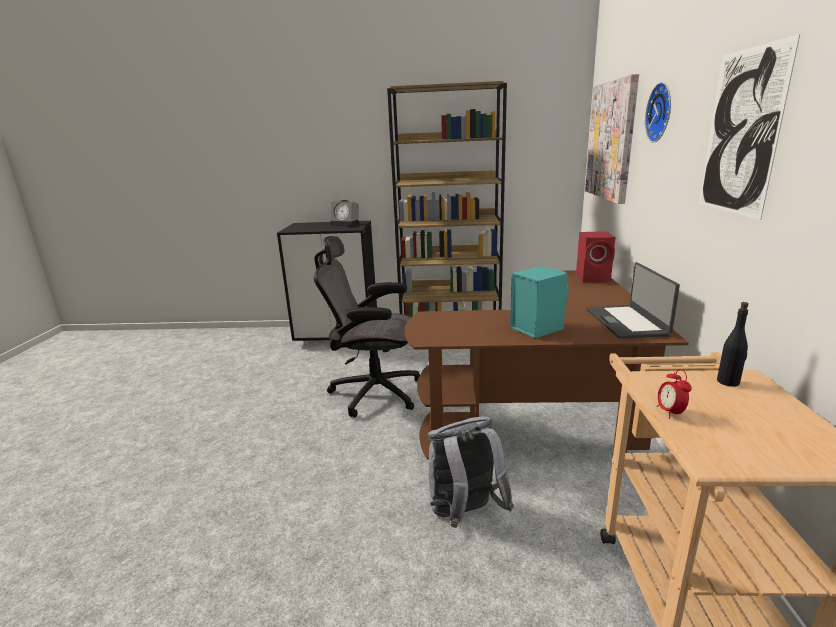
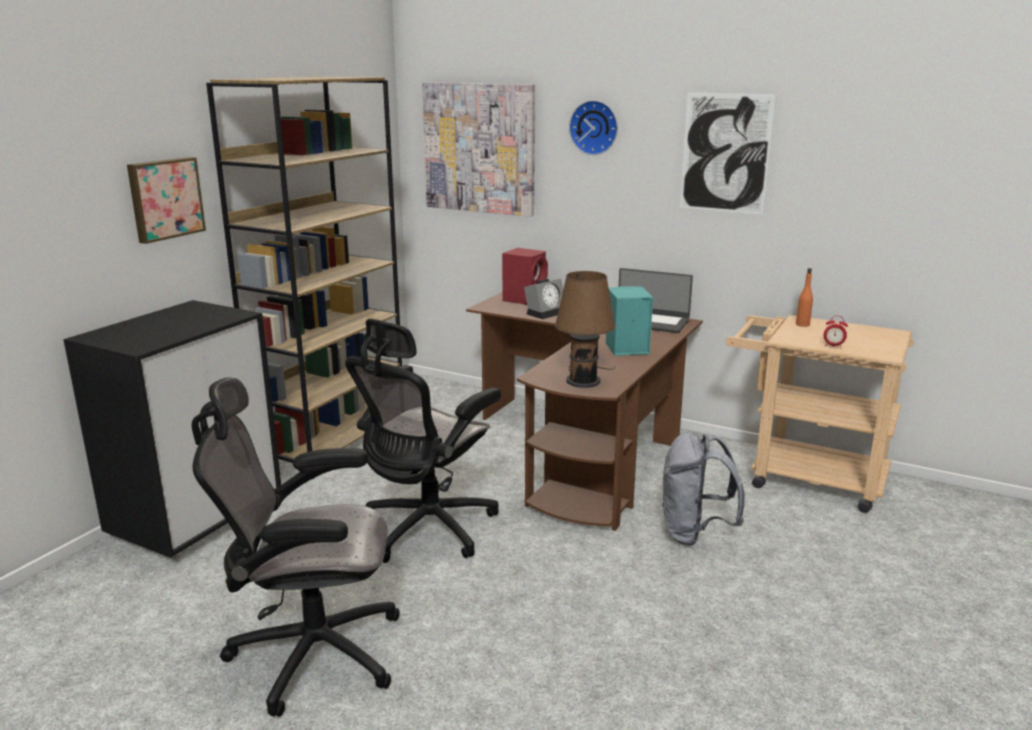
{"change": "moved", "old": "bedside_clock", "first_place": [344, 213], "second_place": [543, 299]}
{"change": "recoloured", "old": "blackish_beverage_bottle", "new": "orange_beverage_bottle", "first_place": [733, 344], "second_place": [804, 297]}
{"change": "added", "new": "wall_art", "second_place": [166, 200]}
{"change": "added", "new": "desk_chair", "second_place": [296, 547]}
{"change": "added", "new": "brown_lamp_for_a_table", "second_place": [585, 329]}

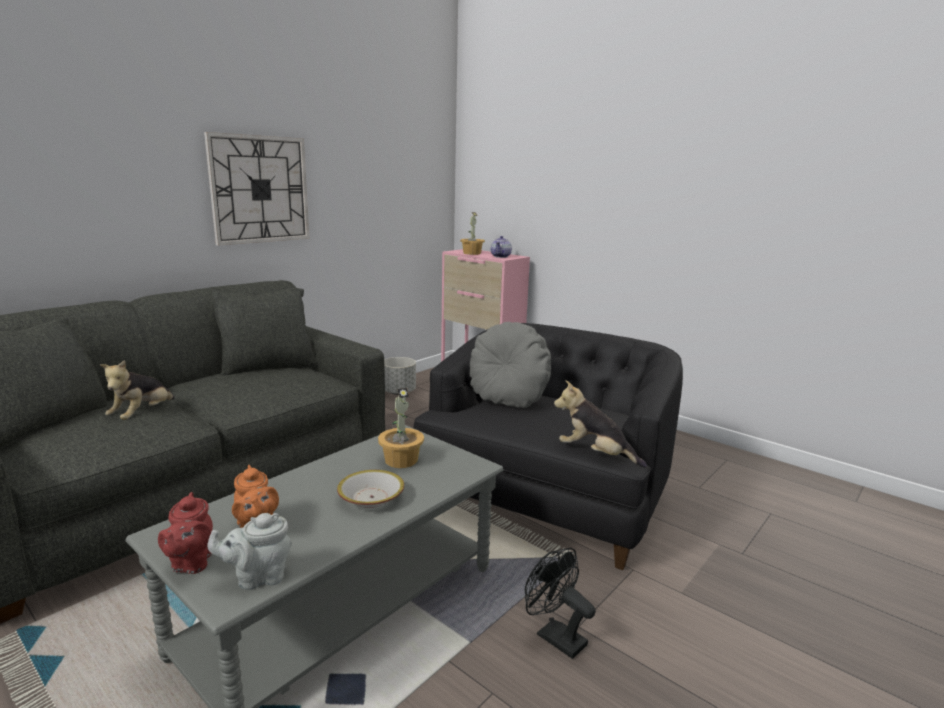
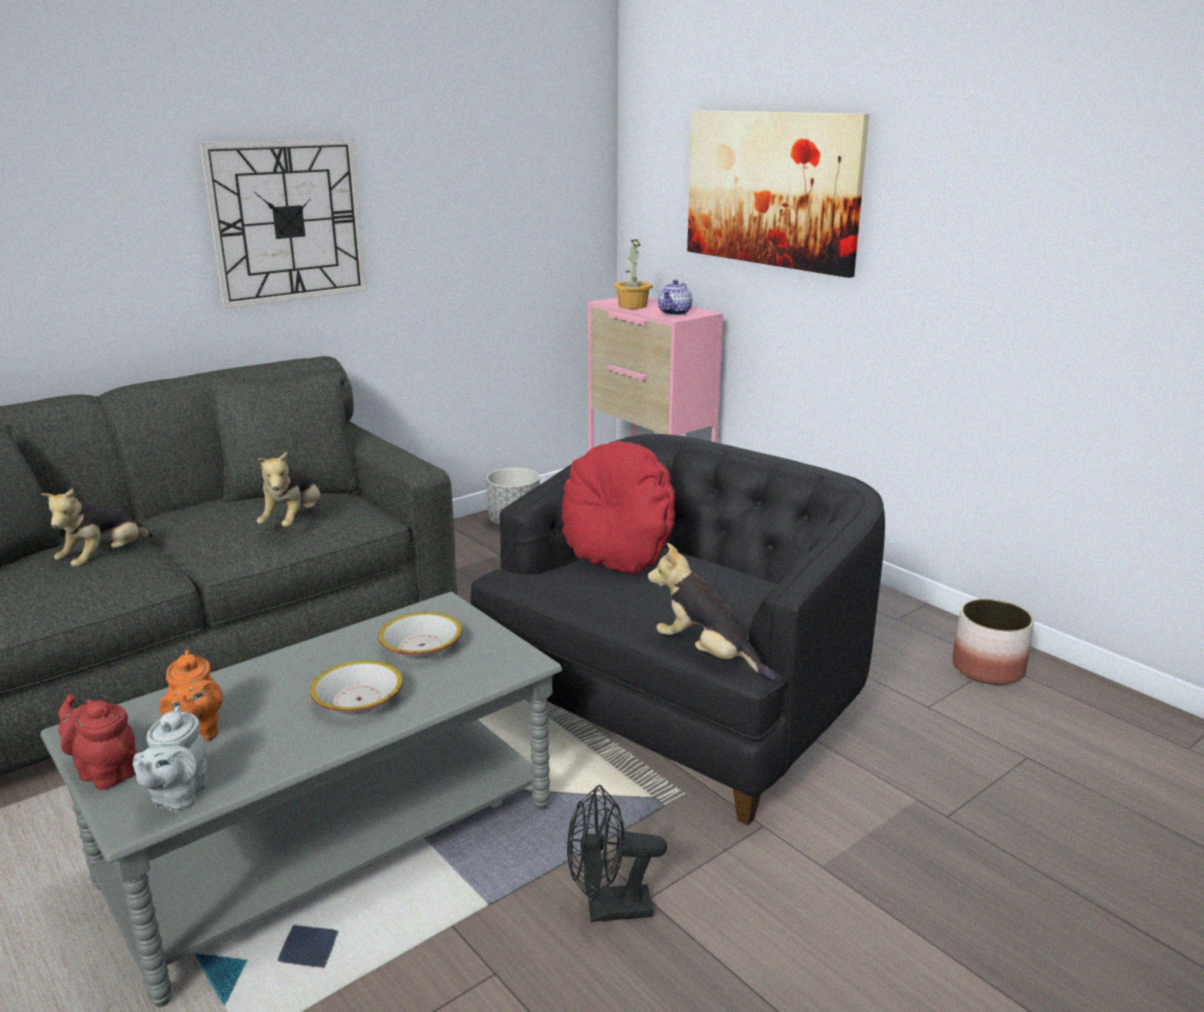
{"change": "turned", "old": "reddish_tea_pot", "first_place": [185, 533], "second_place": [97, 742], "degrees": 120}
{"change": "turned", "old": "gray_tea_pot", "first_place": [249, 551], "second_place": [170, 759], "degrees": -75}
{"change": "replaced", "old": "potted_plant", "new": "bowl", "first_place": [401, 428], "second_place": [420, 635]}
{"change": "recoloured", "old": "gray_throw_pillow", "new": "reddish_throw_pillow", "first_place": [510, 365], "second_place": [618, 507]}
{"change": "turned", "old": "blackish_electric_fan", "first_place": [560, 603], "second_place": [617, 853], "degrees": -60}
{"change": "added", "new": "plush_toy", "second_place": [288, 489]}
{"change": "added", "new": "wall_art", "second_place": [778, 194]}
{"change": "added", "new": "planter", "second_place": [993, 642]}

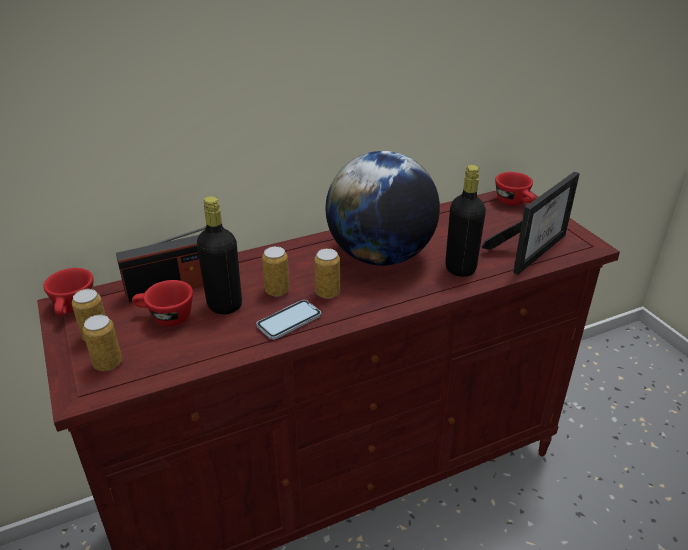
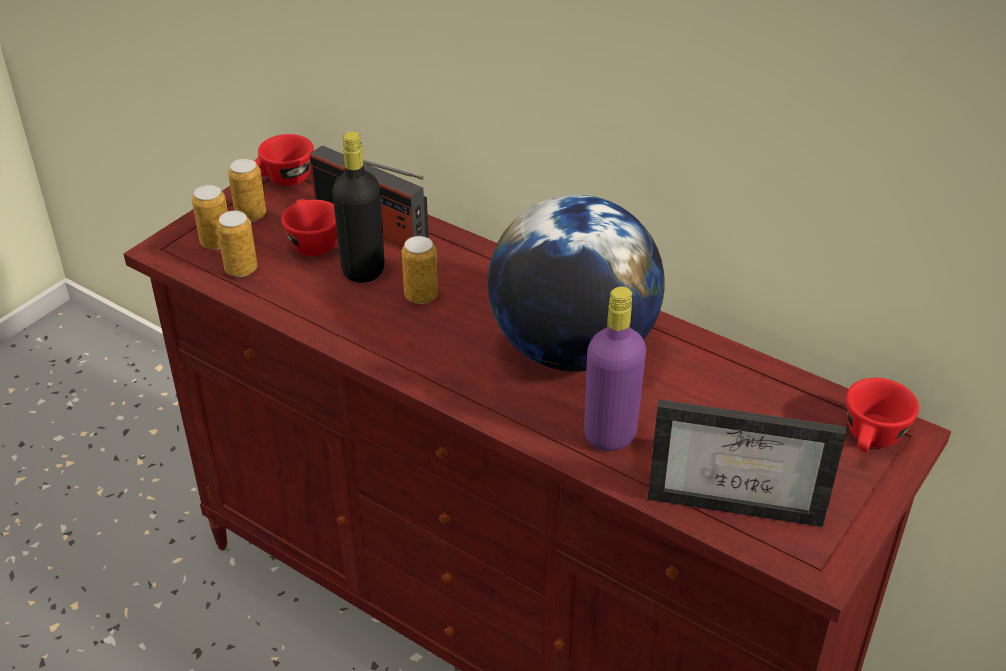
{"change": "removed", "old": "phone", "first_place": [288, 320]}
{"change": "moved", "old": "sealed_can", "first_place": [327, 273], "second_place": [237, 244]}
{"change": "recoloured", "old": "blackish_beverage_bottle", "new": "purple-coloured_beverage_bottle", "first_place": [465, 221], "second_place": [615, 369]}

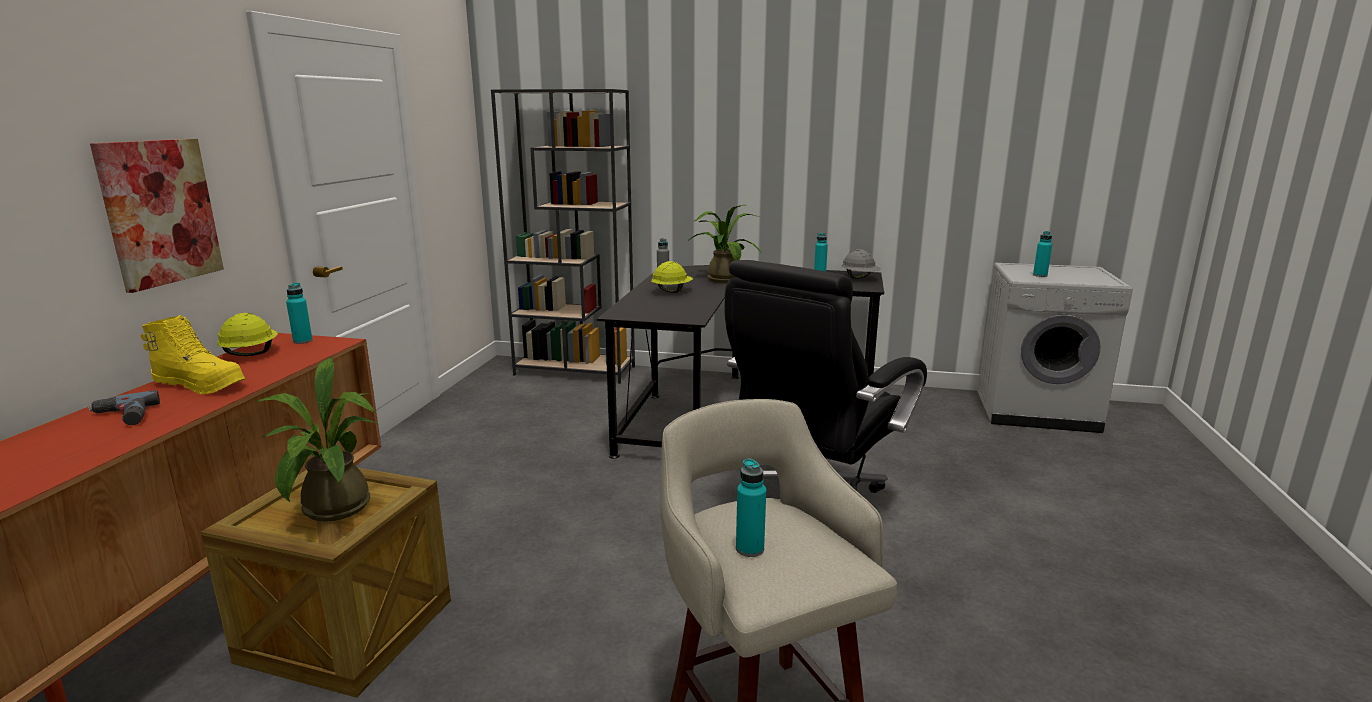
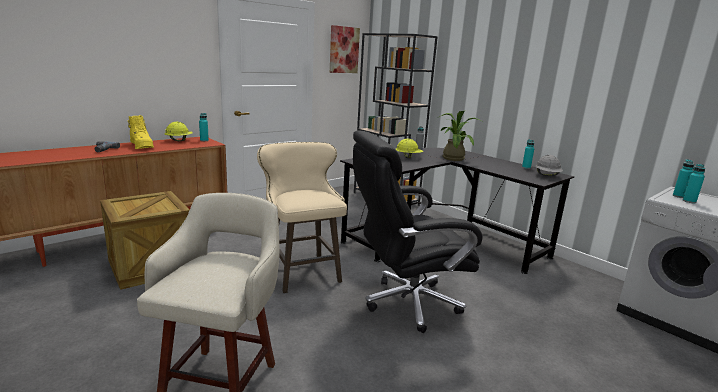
{"change": "moved", "old": "wall_art", "first_place": [157, 216], "second_place": [345, 49]}
{"change": "removed", "old": "potted_plant", "first_place": [317, 439]}
{"change": "moved", "old": "blue-green_beverage_bottle", "first_place": [751, 508], "second_place": [683, 178]}
{"change": "added", "new": "beige-coloured_stool", "second_place": [302, 217]}

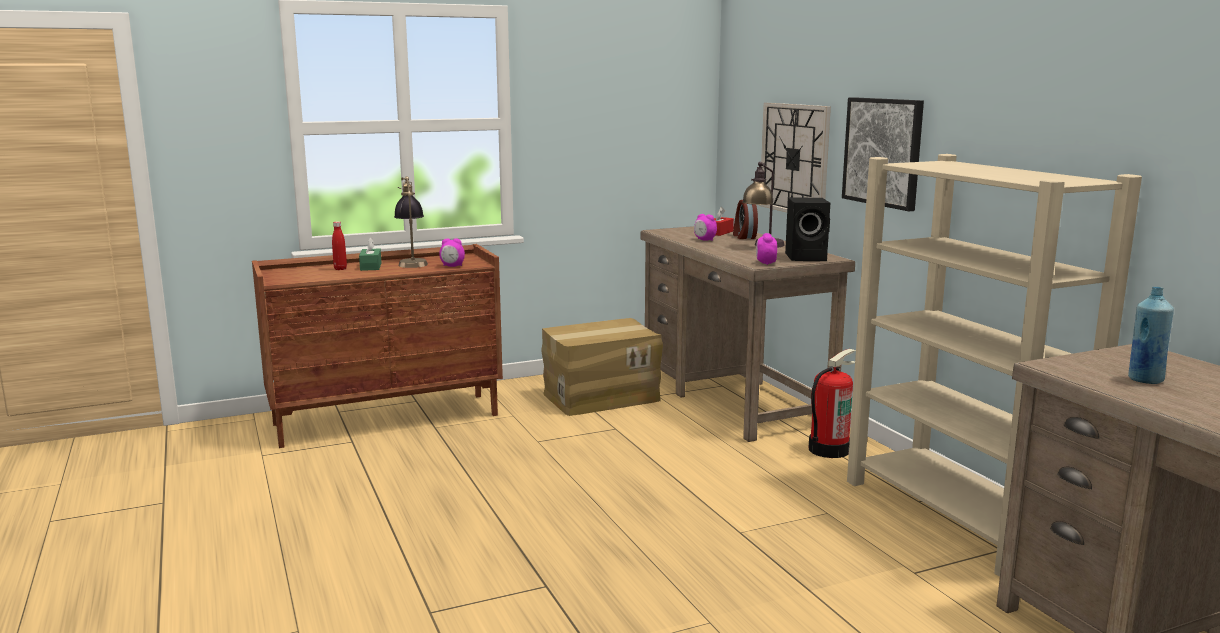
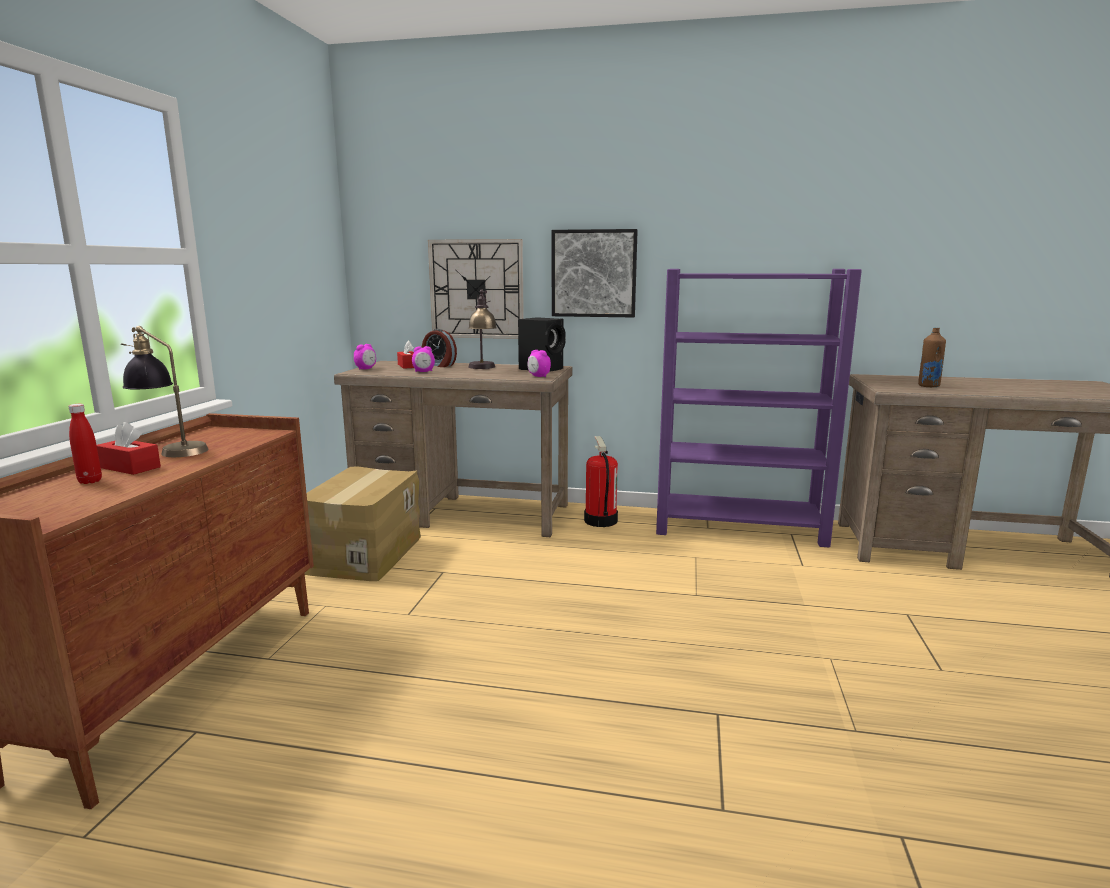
{"change": "recoloured", "old": "green_box_of_tissues", "new": "reddish_box_of_tissues", "first_place": [370, 254], "second_place": [129, 448]}
{"change": "moved", "old": "bedside_clock", "first_place": [452, 252], "second_place": [365, 357]}
{"change": "recoloured", "old": "beige-coloured_shelving_unit", "new": "purple-coloured_shelving_unit", "first_place": [994, 365], "second_place": [759, 408]}
{"change": "recoloured", "old": "blue-coloured_beverage_bottle", "new": "brown_beverage_bottle", "first_place": [1151, 335], "second_place": [932, 357]}

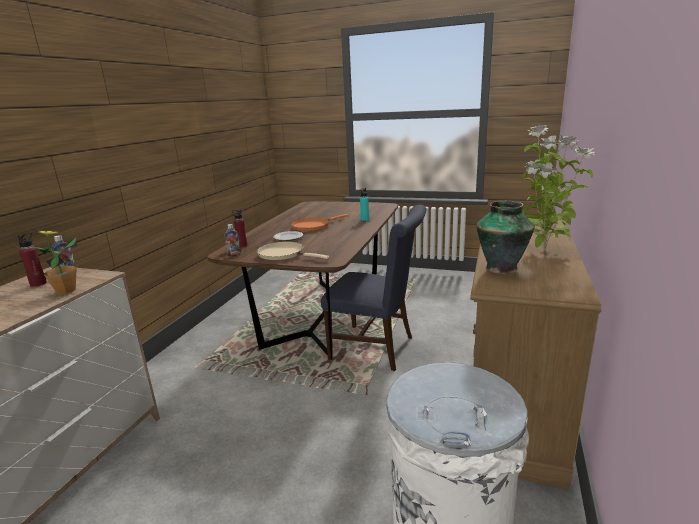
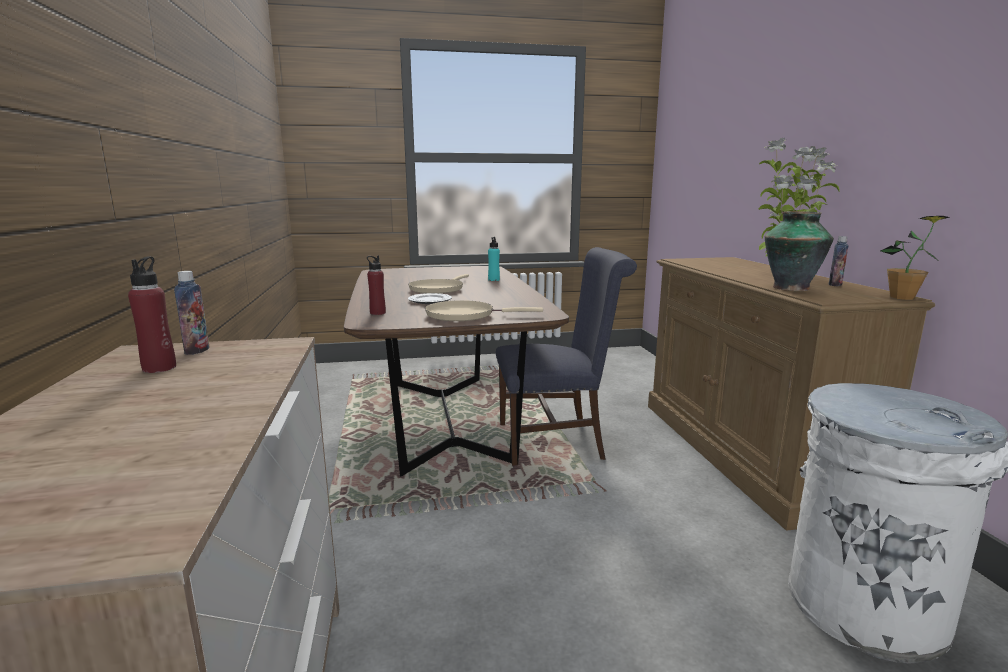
{"change": "moved", "old": "potted_plant", "first_place": [55, 262], "second_place": [915, 258]}
{"change": "moved", "old": "beverage_bottle", "first_place": [232, 240], "second_place": [839, 261]}
{"change": "recoloured", "old": "orange_pan", "new": "beige-coloured_pan", "first_place": [320, 222], "second_place": [438, 283]}

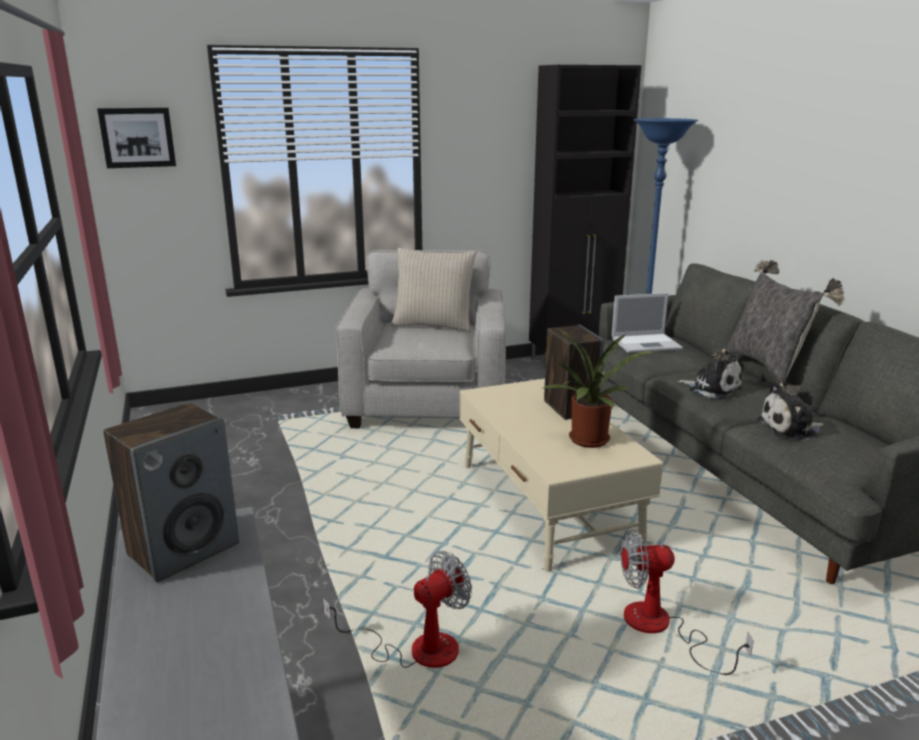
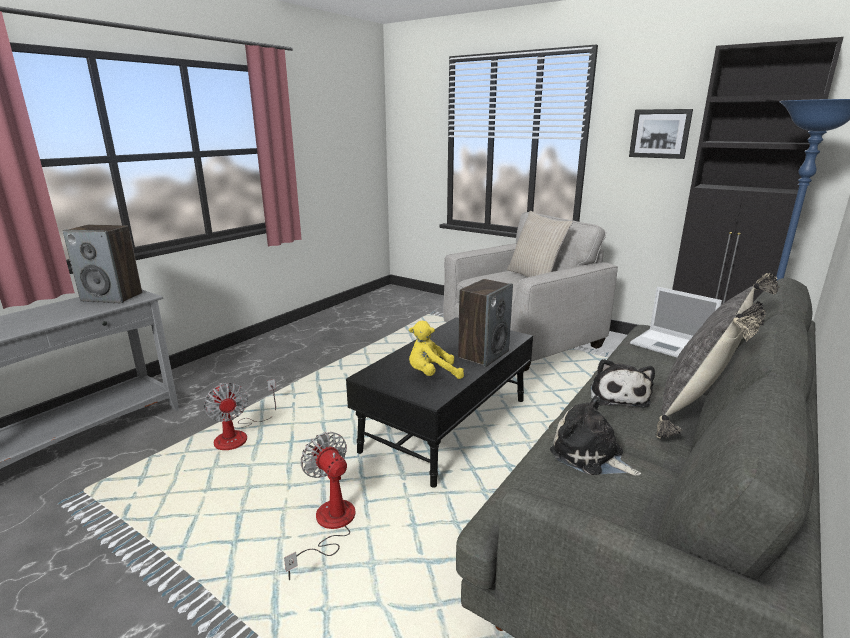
{"change": "moved", "old": "wall_art", "first_place": [136, 138], "second_place": [661, 134]}
{"change": "turned", "old": "electric_fan", "first_place": [397, 609], "second_place": [240, 414], "degrees": 45}
{"change": "recoloured", "old": "beige-coloured_coffee_table", "new": "blackish_coffee_table", "first_place": [561, 475], "second_place": [439, 402]}
{"change": "replaced", "old": "potted_plant", "new": "yellow-coloured_plush_toy", "first_place": [598, 388], "second_place": [436, 350]}

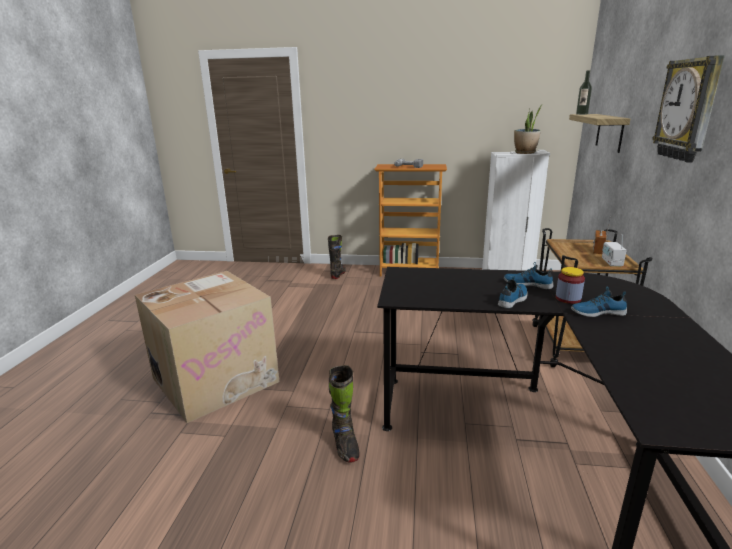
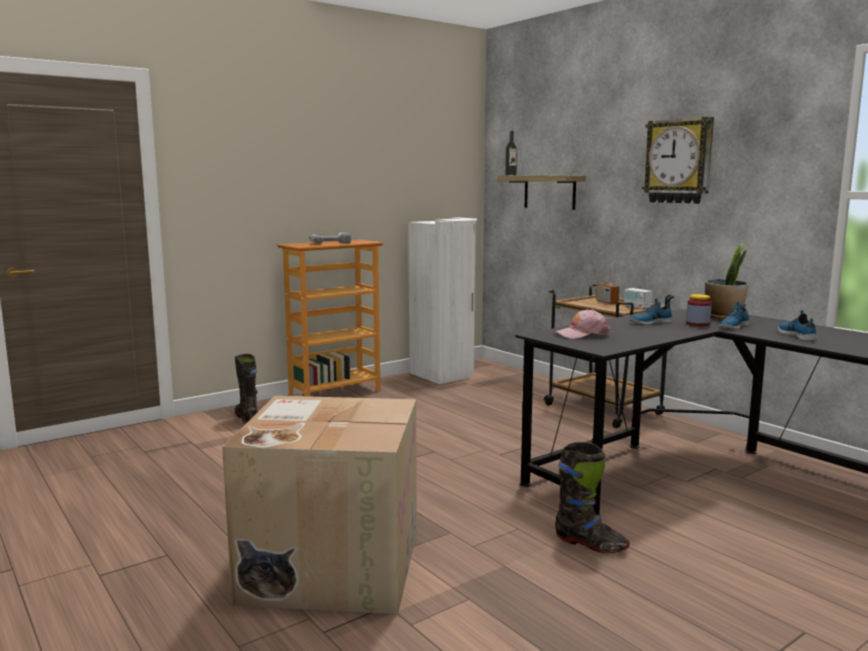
{"change": "moved", "old": "item_of_footwear", "first_place": [513, 292], "second_place": [797, 325]}
{"change": "moved", "old": "potted_plant", "first_place": [528, 129], "second_place": [727, 281]}
{"change": "added", "new": "pink_cap", "second_place": [583, 324]}

